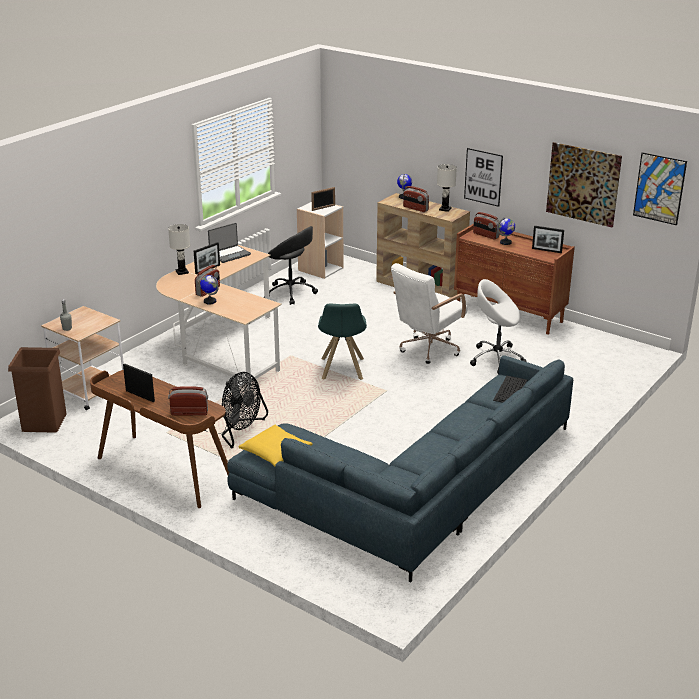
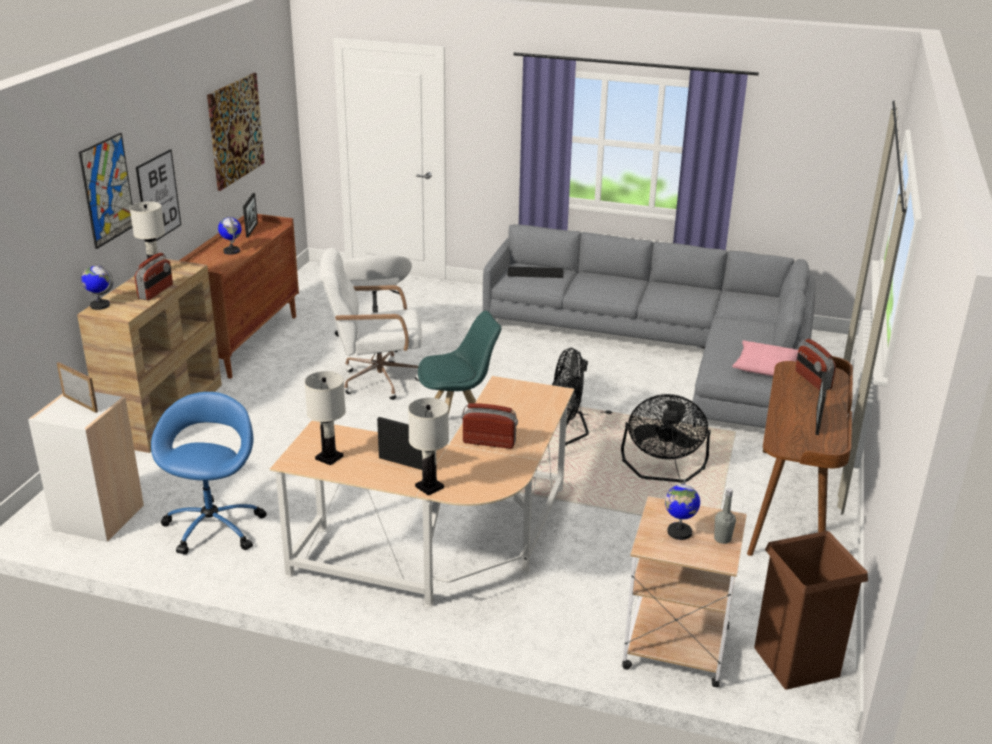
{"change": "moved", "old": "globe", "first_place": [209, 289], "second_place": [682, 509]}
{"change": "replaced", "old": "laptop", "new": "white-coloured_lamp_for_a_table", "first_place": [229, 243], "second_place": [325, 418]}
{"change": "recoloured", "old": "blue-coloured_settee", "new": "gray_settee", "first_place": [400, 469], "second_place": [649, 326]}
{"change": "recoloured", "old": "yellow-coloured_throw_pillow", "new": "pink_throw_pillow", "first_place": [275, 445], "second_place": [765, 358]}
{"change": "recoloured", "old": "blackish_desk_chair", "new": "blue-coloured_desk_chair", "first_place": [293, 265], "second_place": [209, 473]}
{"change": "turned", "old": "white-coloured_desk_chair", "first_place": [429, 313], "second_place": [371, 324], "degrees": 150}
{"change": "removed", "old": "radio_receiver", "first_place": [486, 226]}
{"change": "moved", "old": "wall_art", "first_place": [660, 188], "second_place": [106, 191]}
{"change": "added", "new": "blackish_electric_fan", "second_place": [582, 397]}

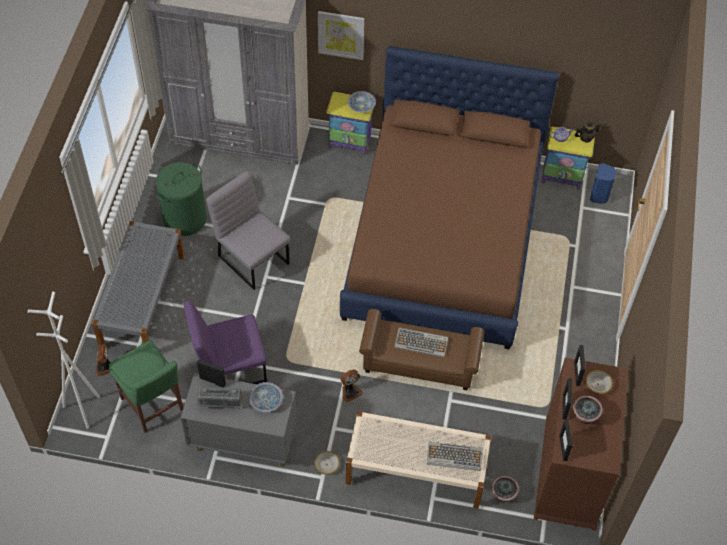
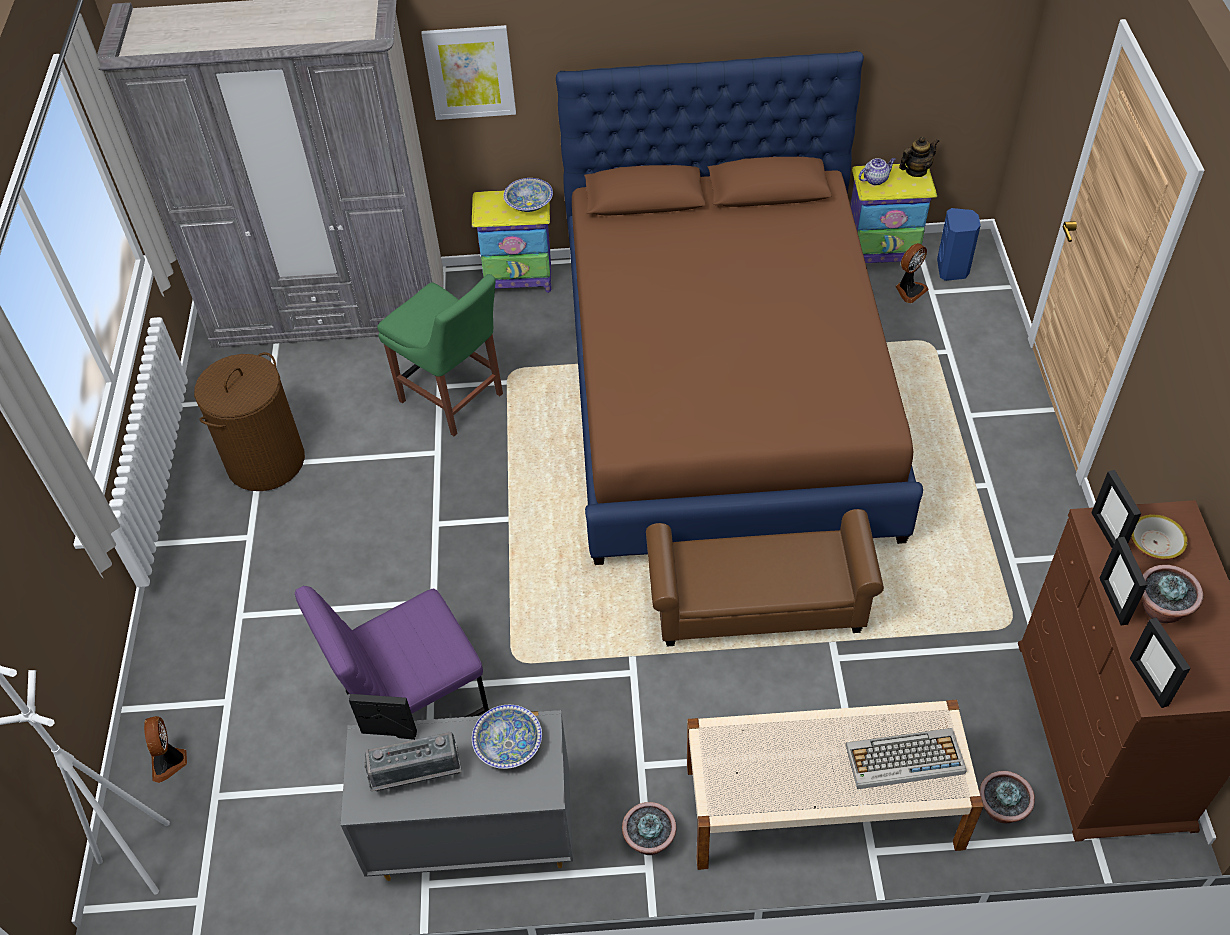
{"change": "removed", "old": "gray_bench", "first_place": [138, 283]}
{"change": "moved", "old": "green_upright_chair", "first_place": [146, 386], "second_place": [440, 355]}
{"change": "recoloured", "old": "green_laundry_basket", "new": "brown_laundry_basket", "first_place": [181, 199], "second_place": [249, 421]}
{"change": "removed", "old": "gray_upright_chair", "first_place": [248, 230]}
{"change": "replaced", "old": "bowl", "new": "potted_plant", "first_place": [327, 463], "second_place": [649, 828]}
{"change": "moved", "old": "electric_fan", "first_place": [351, 385], "second_place": [912, 273]}
{"change": "removed", "old": "keyboard", "first_place": [421, 342]}

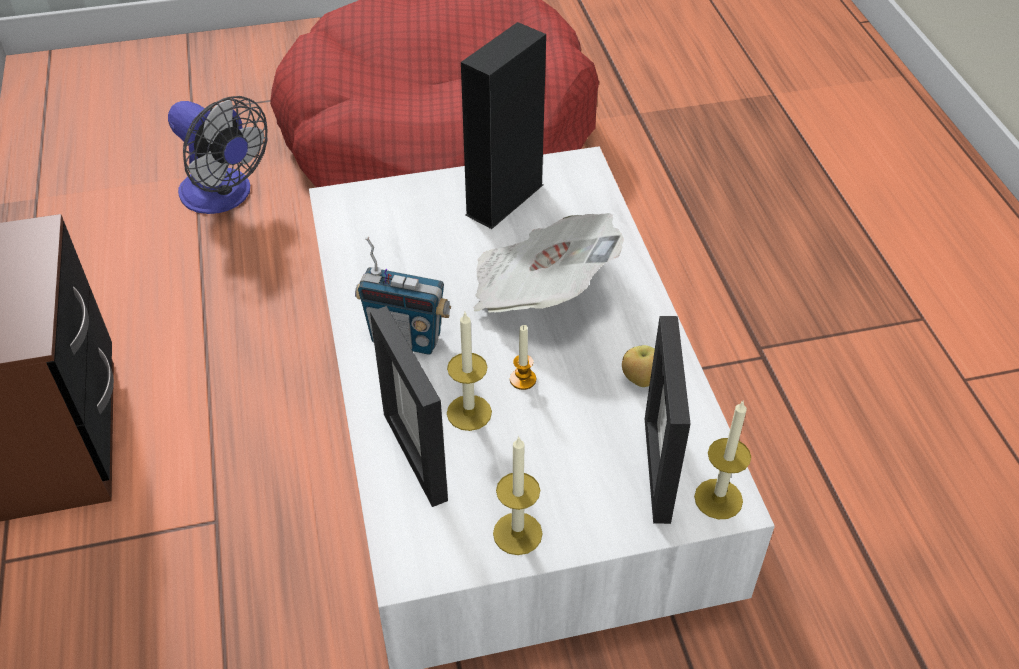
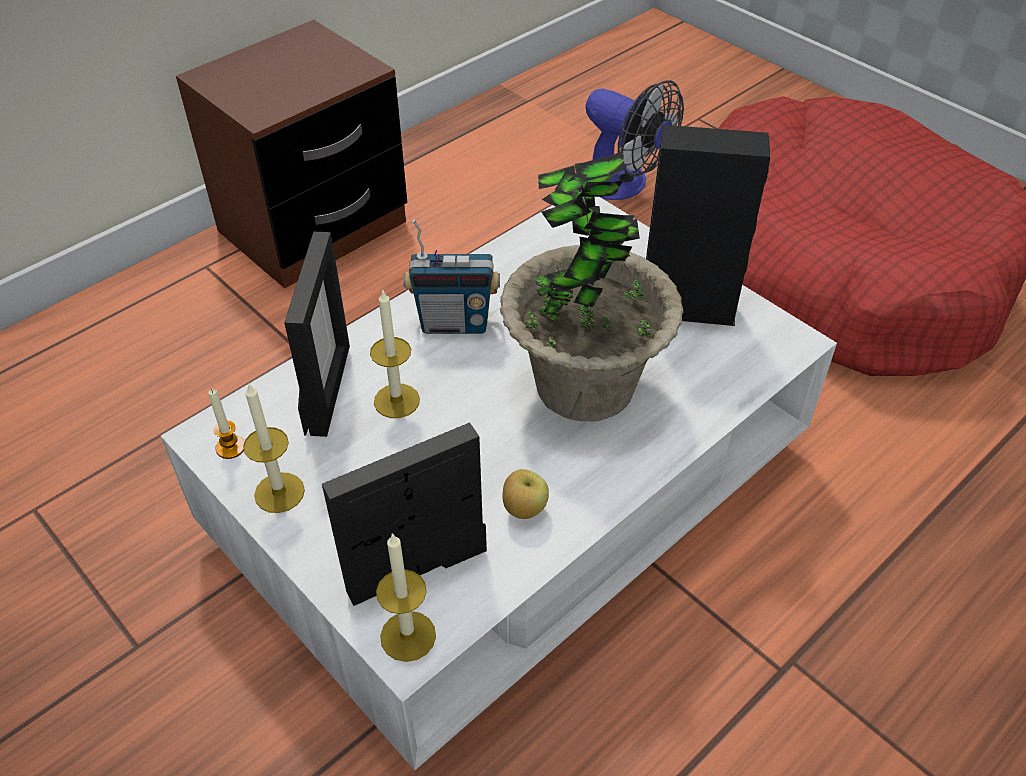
{"change": "turned", "old": "electric_fan", "first_place": [218, 155], "second_place": [634, 140], "degrees": -60}
{"change": "turned", "old": "radio_receiver", "first_place": [403, 296], "second_place": [451, 276], "degrees": -75}
{"change": "turned", "old": "photo_frame", "first_place": [409, 406], "second_place": [317, 334], "degrees": 150}
{"change": "replaced", "old": "daily_paper", "new": "potted_plant", "first_place": [549, 262], "second_place": [591, 286]}
{"change": "moved", "old": "wax_candle", "first_place": [523, 357], "second_place": [226, 424]}

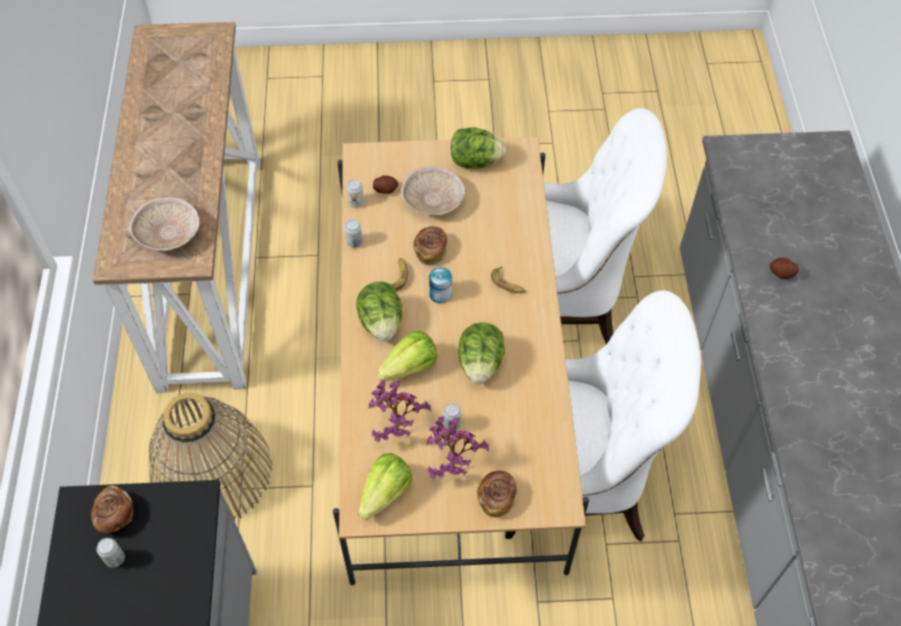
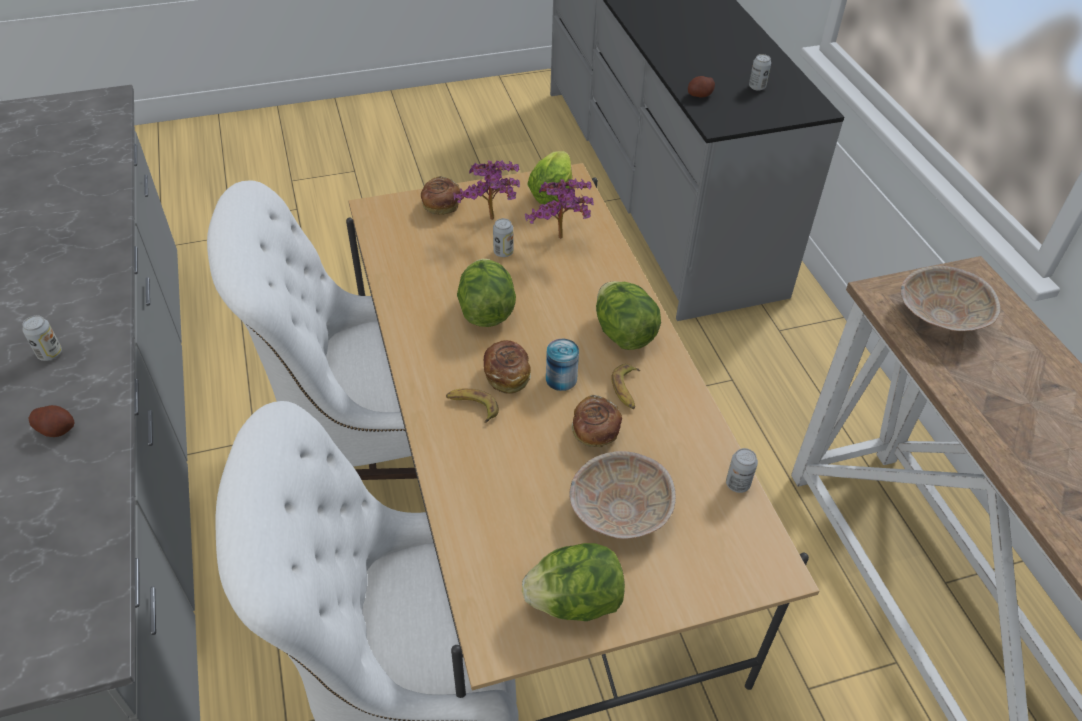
{"change": "moved", "old": "bread", "first_place": [112, 509], "second_place": [507, 367]}
{"change": "removed", "old": "household_basket", "first_place": [210, 457]}
{"change": "moved", "old": "sealed_can", "first_place": [353, 234], "second_place": [42, 338]}
{"change": "moved", "old": "spud", "first_place": [385, 184], "second_place": [701, 87]}
{"change": "removed", "old": "lettuce", "first_place": [407, 356]}

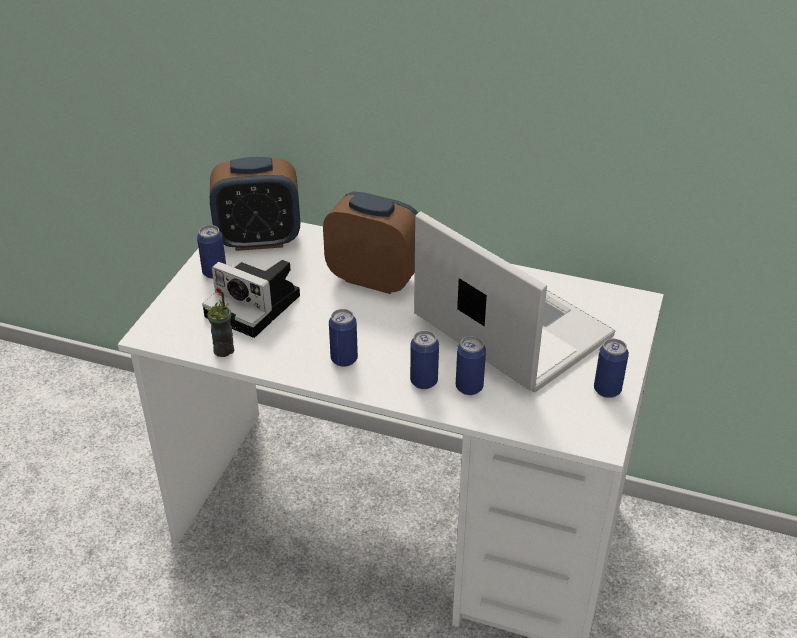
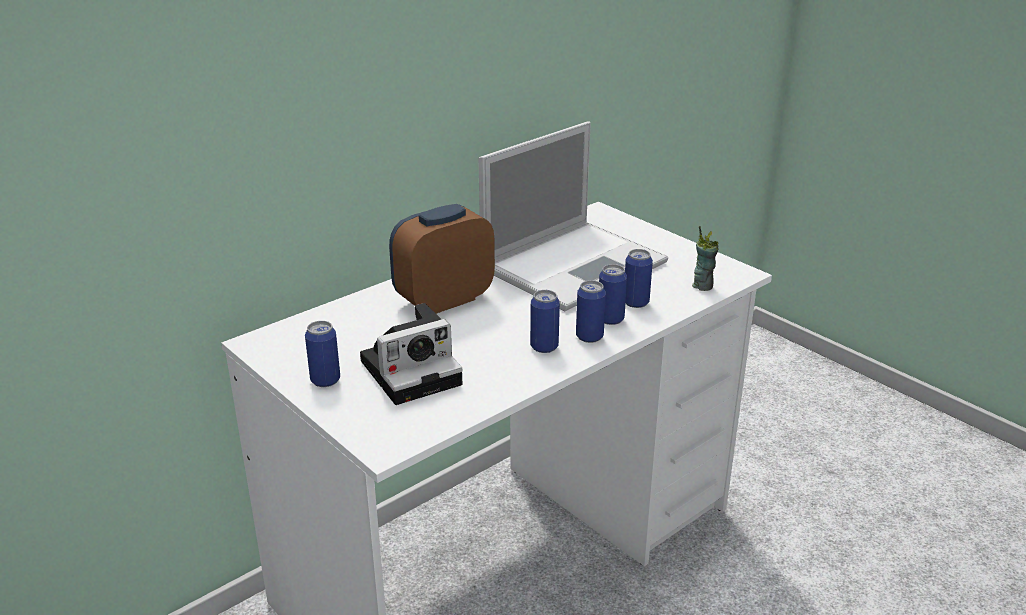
{"change": "moved", "old": "cup", "first_place": [219, 324], "second_place": [705, 258]}
{"change": "removed", "old": "bedside_clock", "first_place": [255, 204]}
{"change": "turned", "old": "laptop", "first_place": [514, 301], "second_place": [573, 216], "degrees": 150}
{"change": "moved", "old": "sealed_can", "first_place": [611, 368], "second_place": [591, 311]}

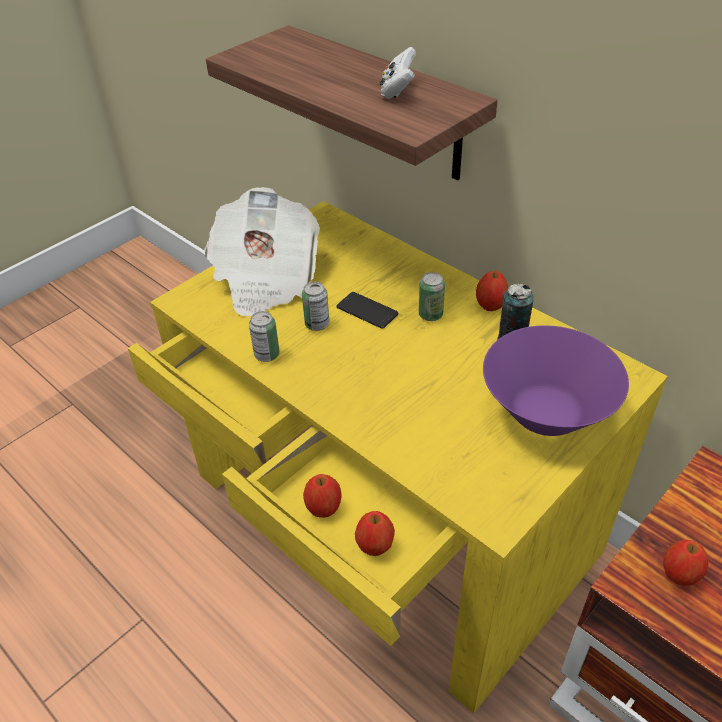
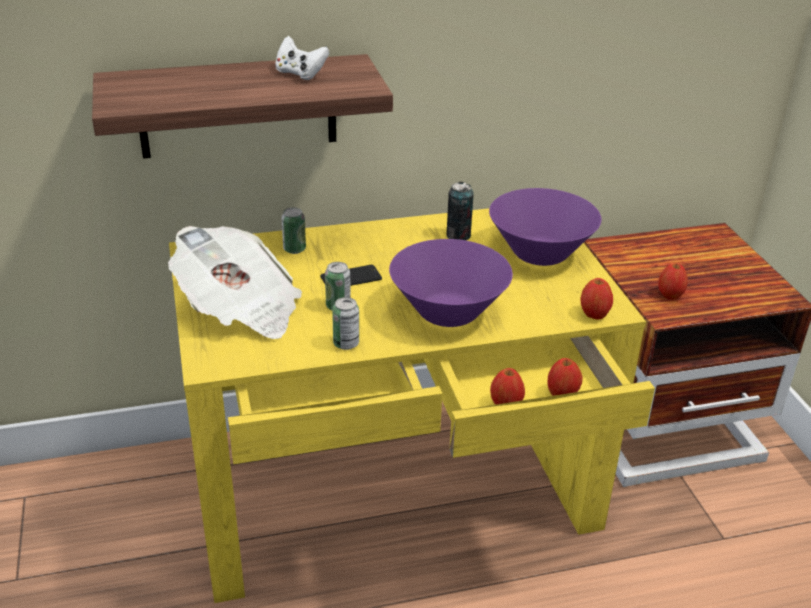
{"change": "moved", "old": "sealed_can", "first_place": [432, 296], "second_place": [294, 230]}
{"change": "moved", "old": "apple_fruit", "first_place": [492, 291], "second_place": [596, 299]}
{"change": "added", "new": "purple-coloured_bowl", "second_place": [451, 283]}

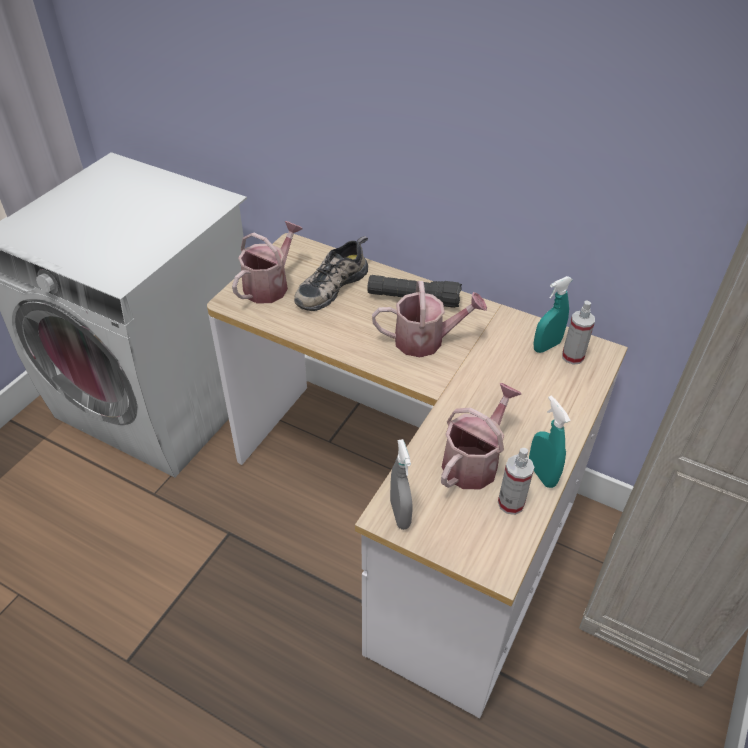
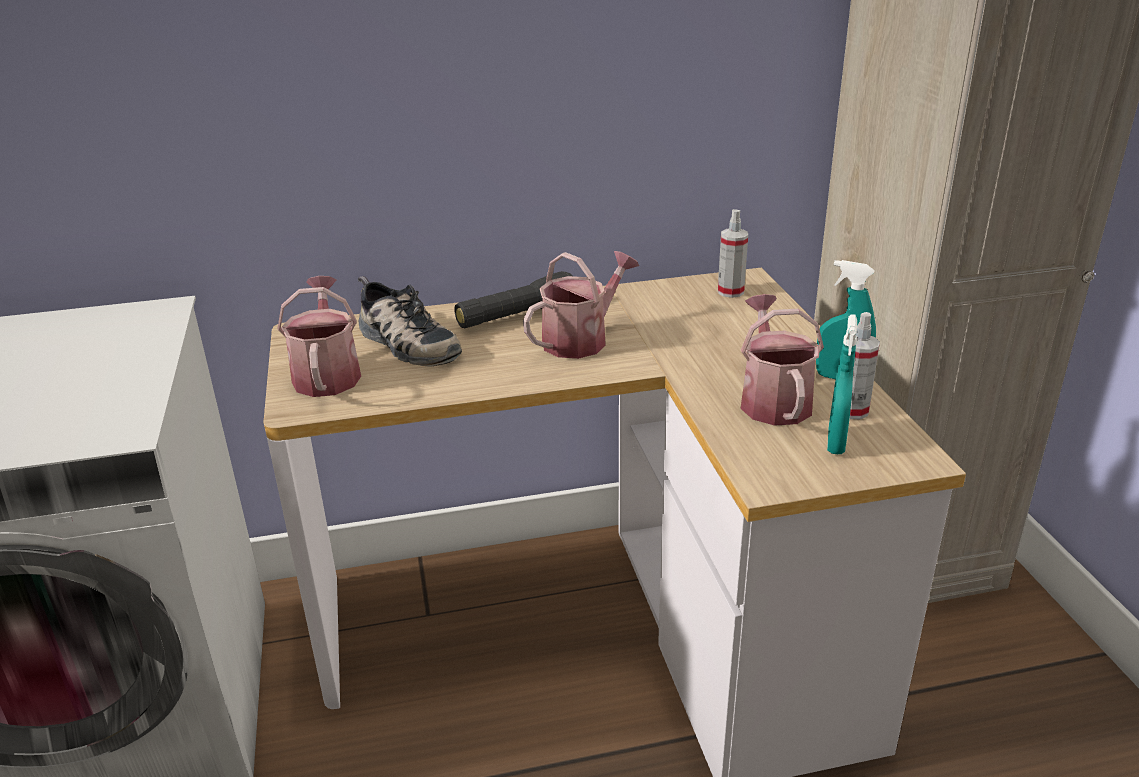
{"change": "turned", "old": "item_of_footwear", "first_place": [331, 273], "second_place": [410, 321], "degrees": -45}
{"change": "removed", "old": "gray_spray_bottle", "first_place": [401, 484]}
{"change": "moved", "old": "blue-green_spray_bottle", "first_place": [553, 314], "second_place": [842, 384]}

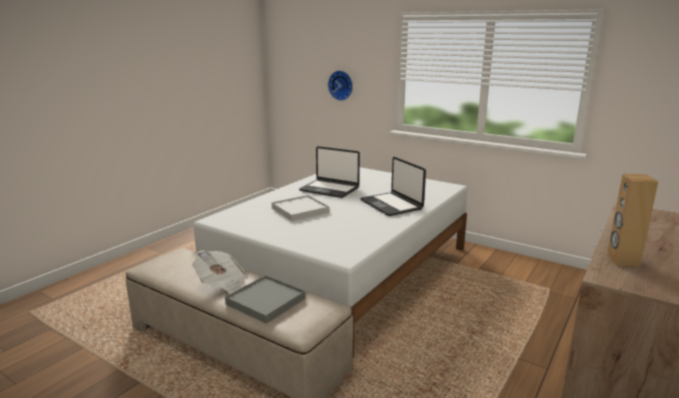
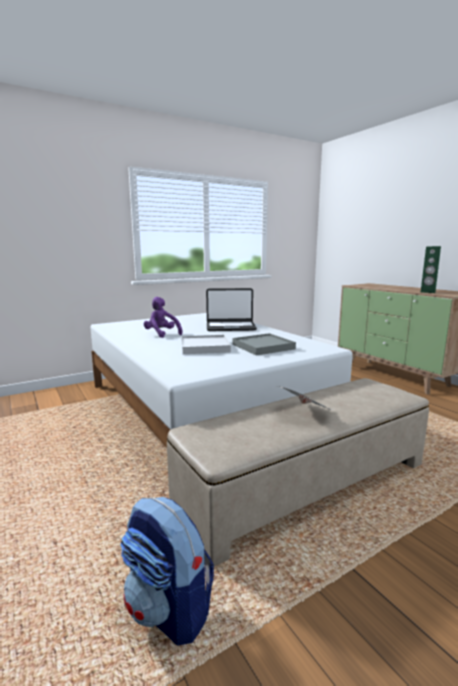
{"change": "moved", "old": "gray_serving_tray", "first_place": [265, 299], "second_place": [264, 344]}
{"change": "replaced", "old": "laptop", "new": "purple-coloured_plush_toy", "first_place": [329, 172], "second_place": [163, 317]}
{"change": "removed", "old": "wall_clock", "first_place": [340, 85]}
{"change": "recoloured", "old": "brown_loudspeaker", "new": "green_loudspeaker", "first_place": [632, 220], "second_place": [431, 269]}
{"change": "added", "new": "backpack", "second_place": [167, 571]}

